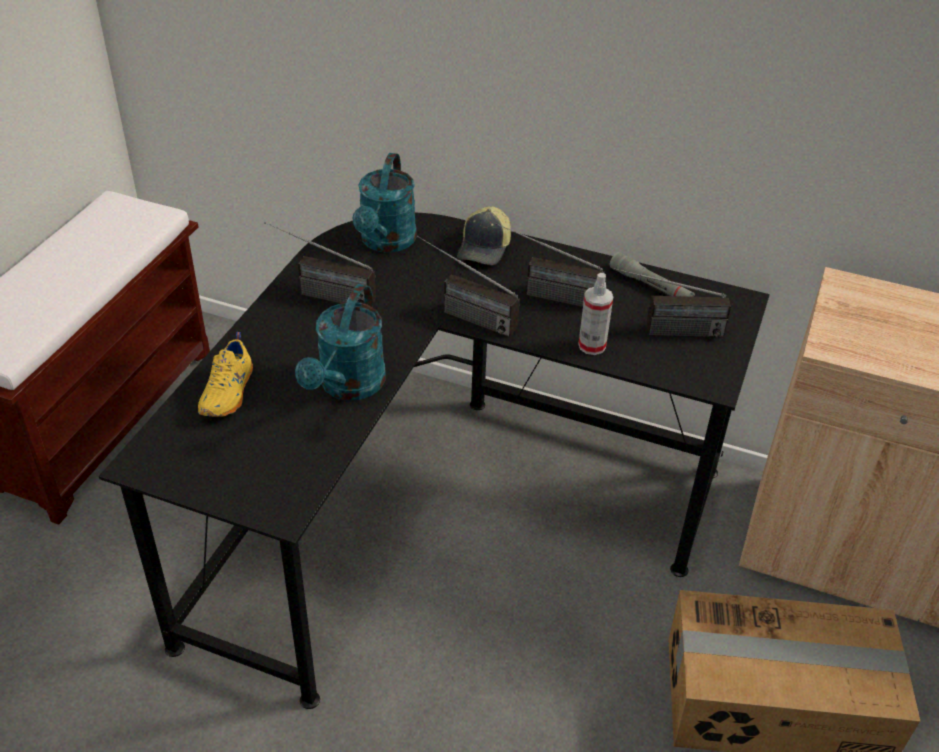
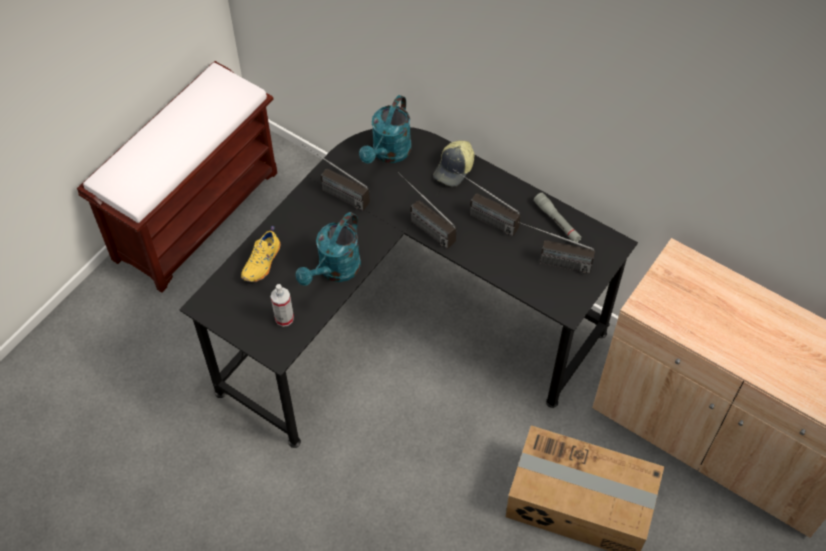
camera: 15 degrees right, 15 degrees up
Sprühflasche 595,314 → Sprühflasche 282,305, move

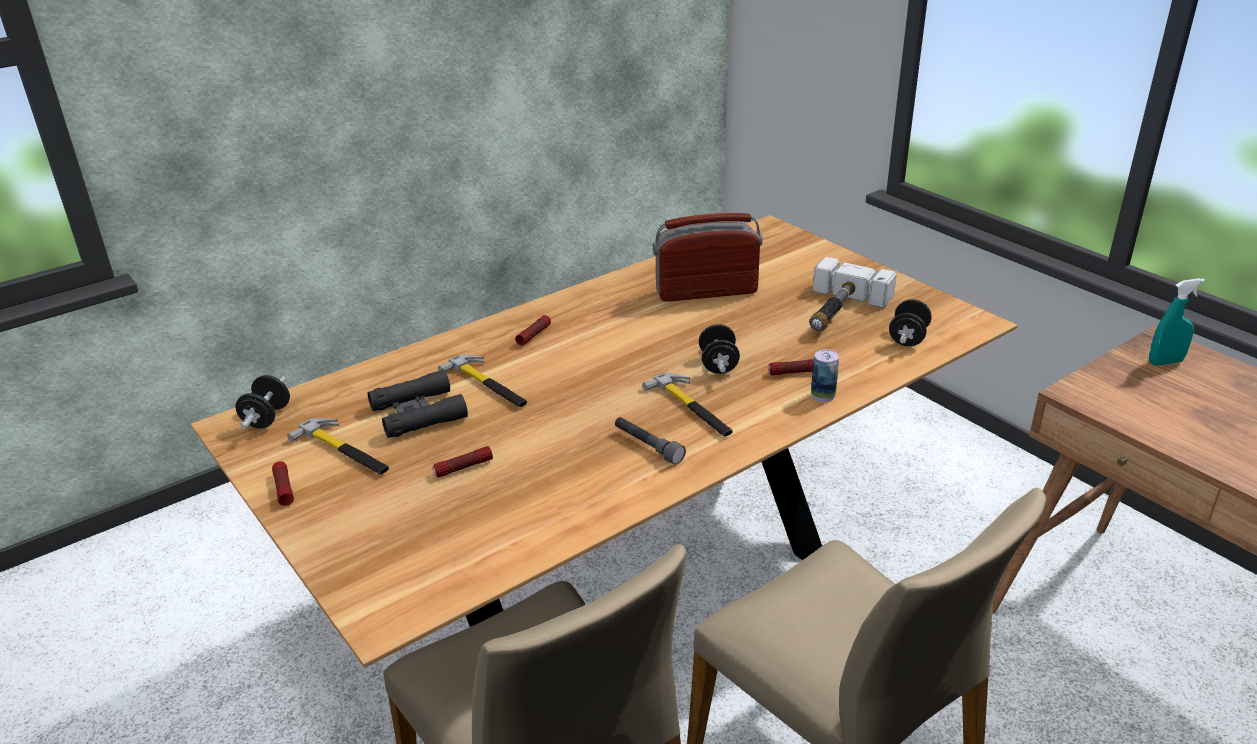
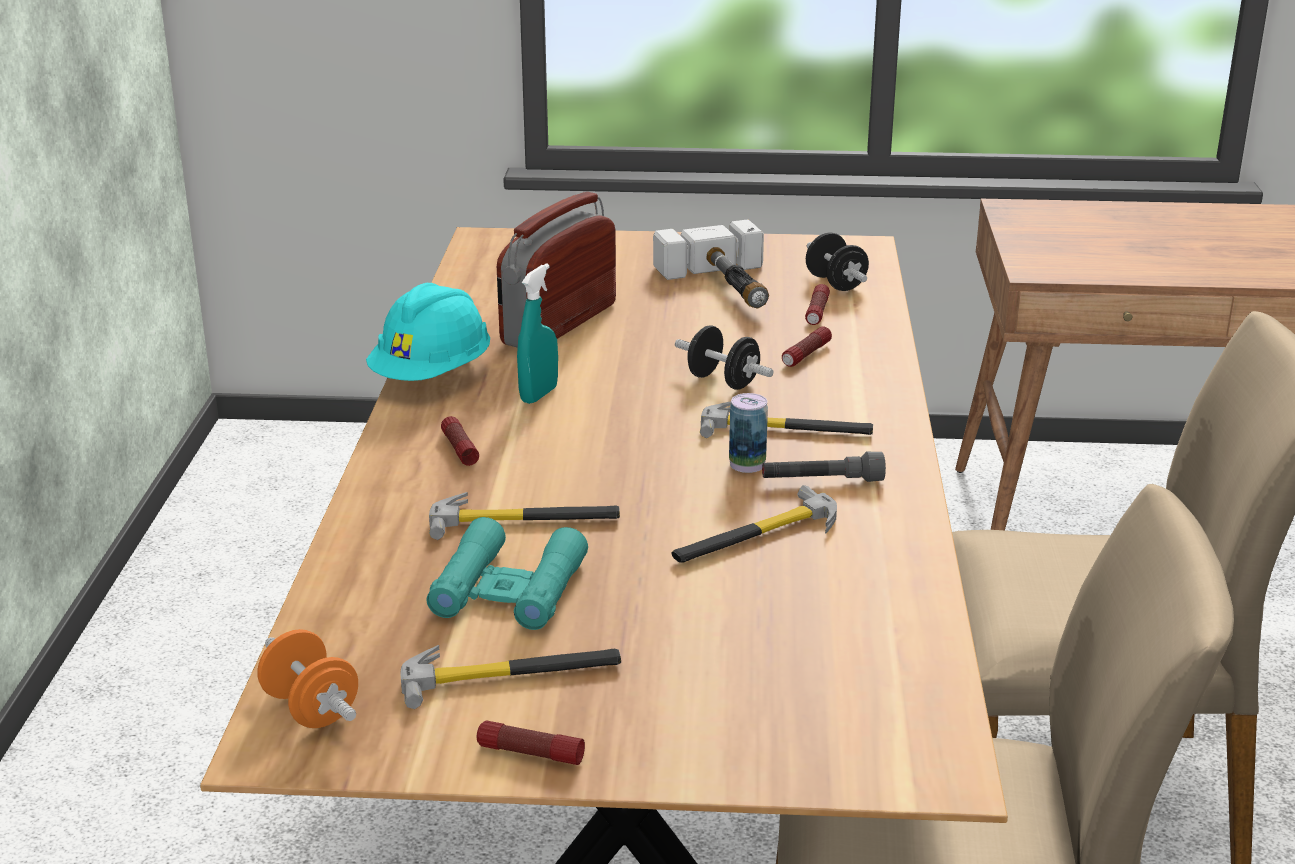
camera: 50 degrees left, 5 degrees down
- → Schutzhelm (türkis) 428,332
- → Hammer 754,524
Taschenlampe 463,462 → Taschenlampe 817,304, move
Dose 825,376 → Dose 748,433, move
Sprühflasche (türkis) 1177,321 → Sprühflasche (türkis) 537,333, move
Hantel (schwarz) 262,402 → Hantel (orange) 307,678
Fernglas (schwarz) 417,404 → Fernglas (türkis) 507,573

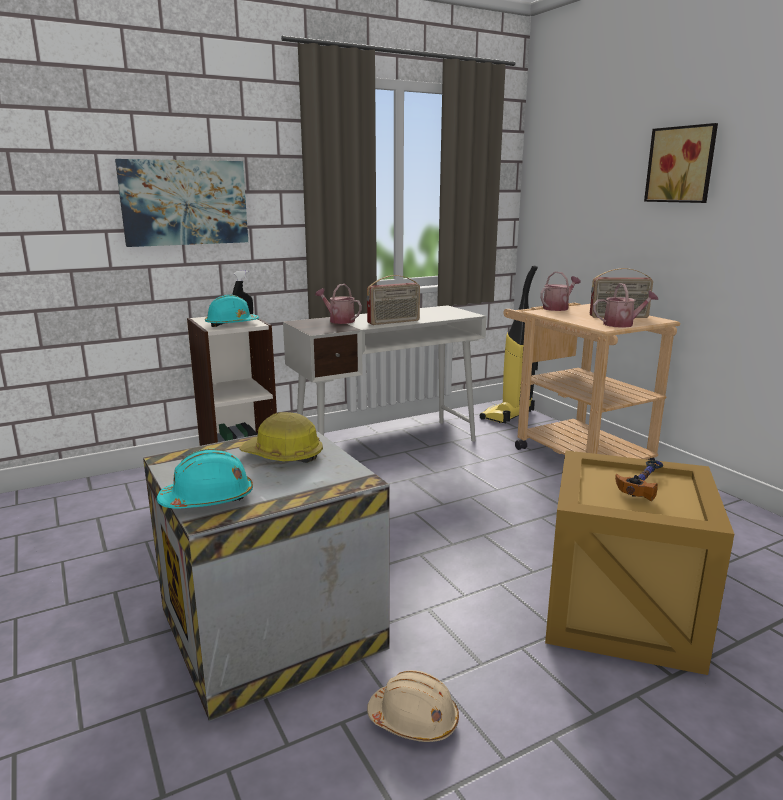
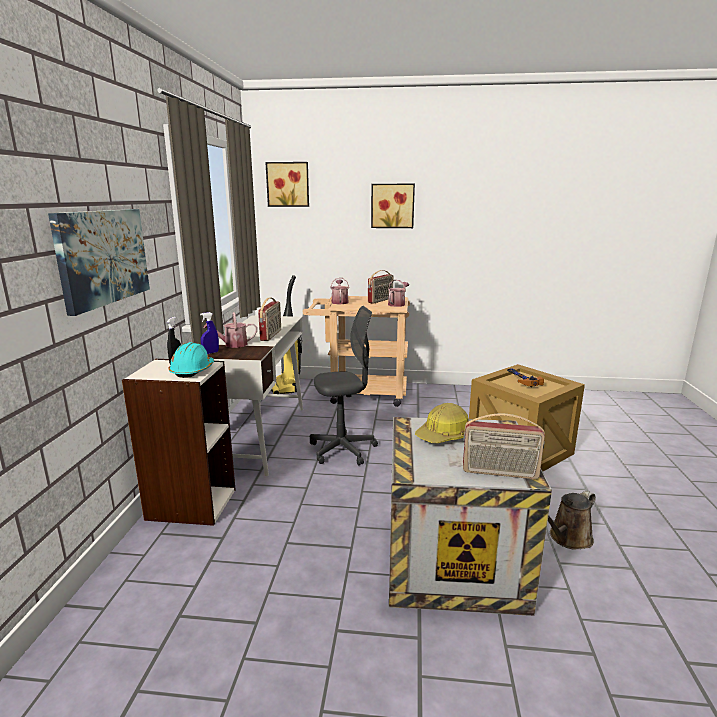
camera: 55 degrees left, 0 degrees up
- → Sprühflasche (blau) 209,333
- → Bild 287,184
- → Bürostuhl (grau) 344,385
Schutzhelm (türkis) 205,479 → Radio 504,446
Schutzhelm (beige) 413,706 → Gießkanne (braun) 572,520

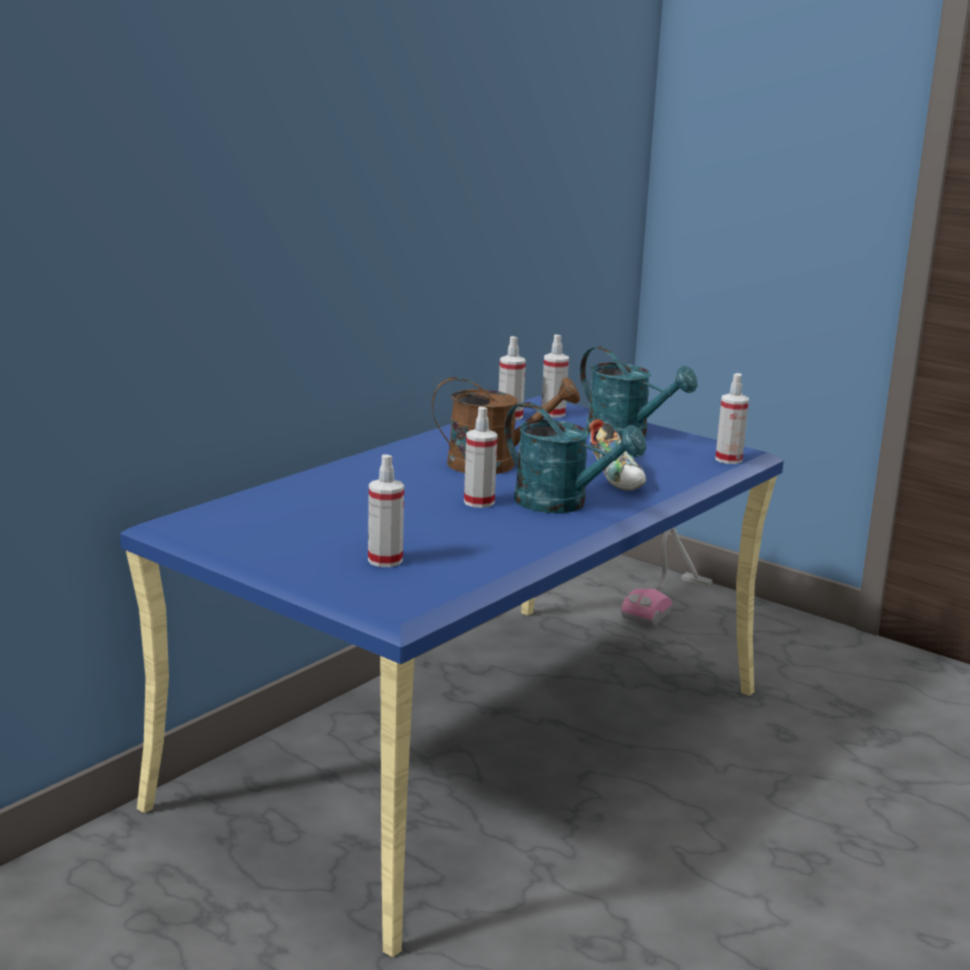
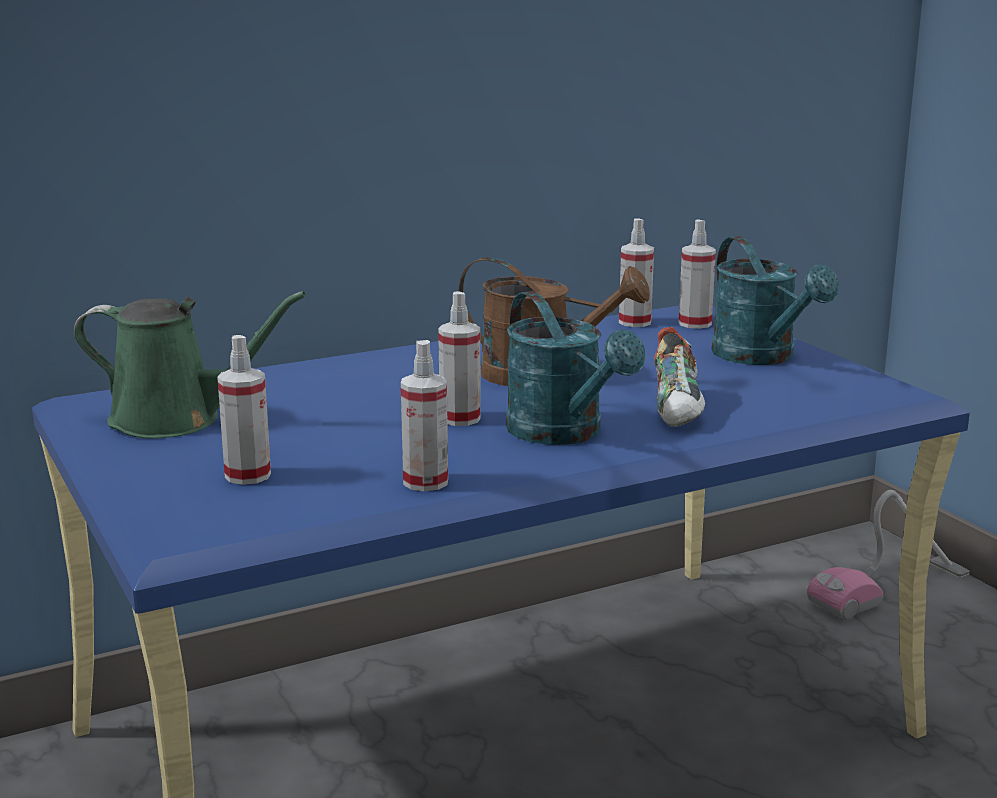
camera: 25 degrees right, 0 degrees up
- → Gießkanne (grün) 190,365
Sprühflasche 732,418 → Sprühflasche 424,415, move

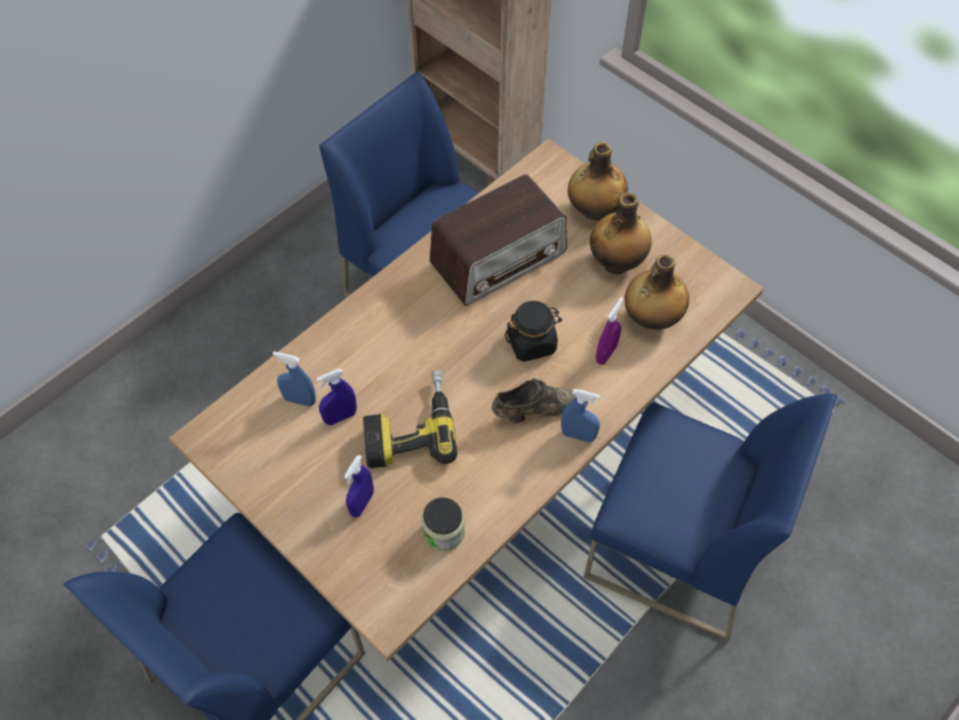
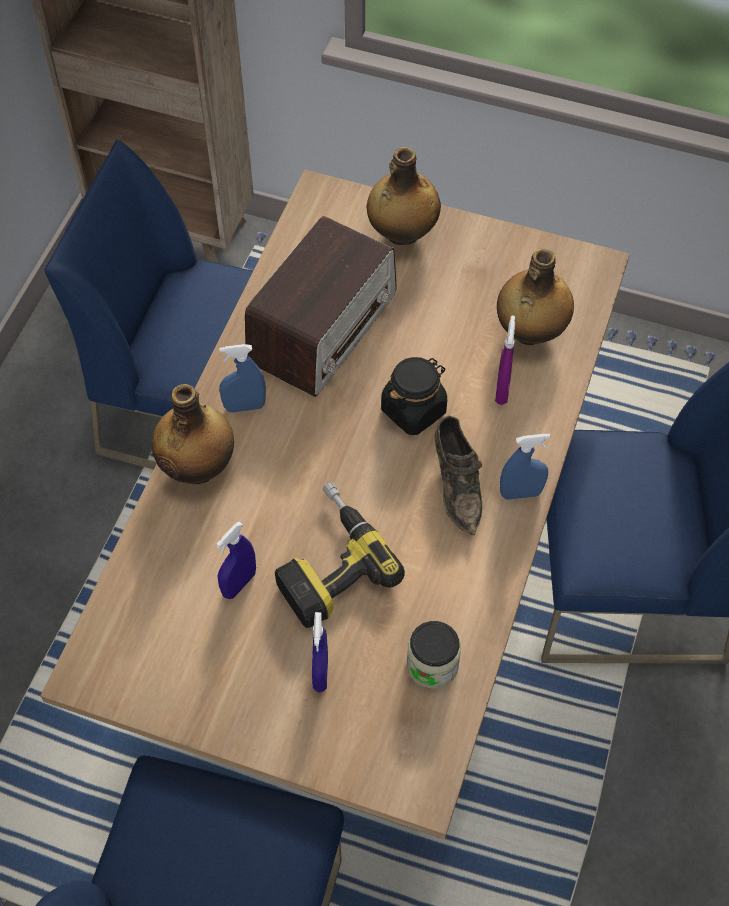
camera: 25 degrees left, 0 degrees up
Sprühflasche (blau) 294,379 → Sprühflasche (blau) 242,378, move
Flasche 621,233 → Flasche 193,434, move
Schuh (braun) 534,400 → Schuh (braun) 458,475, 120 degrees clockwise

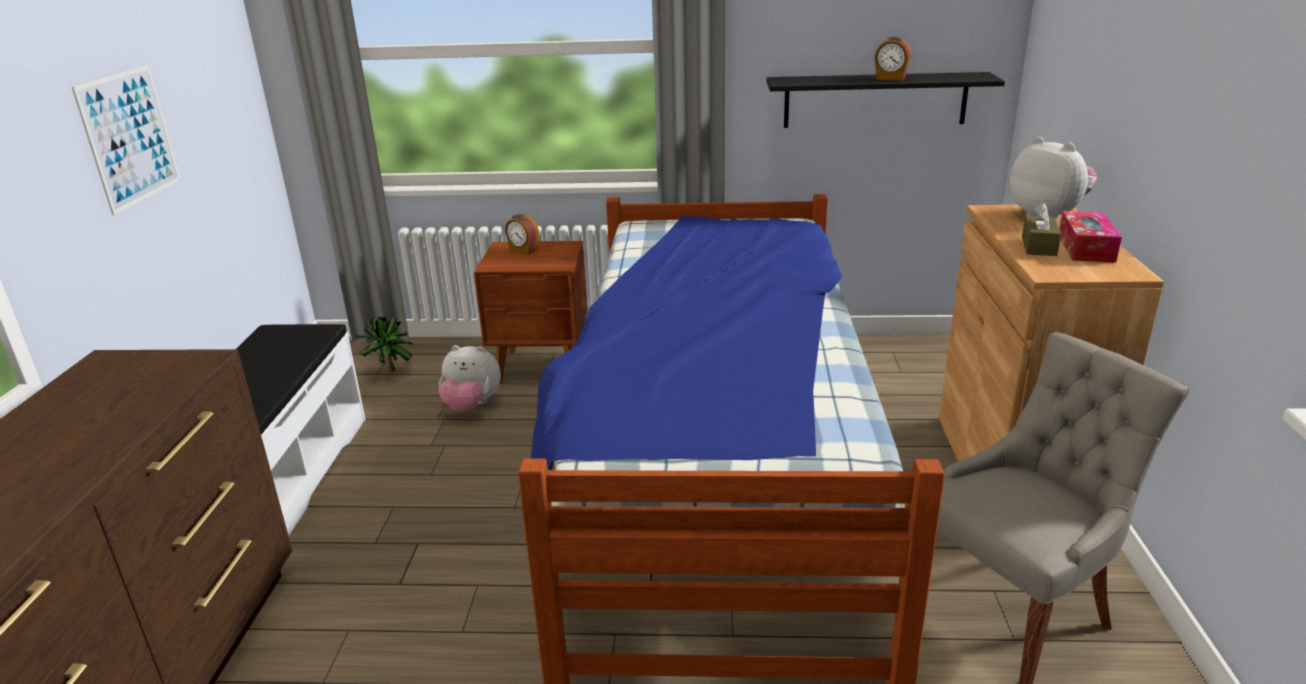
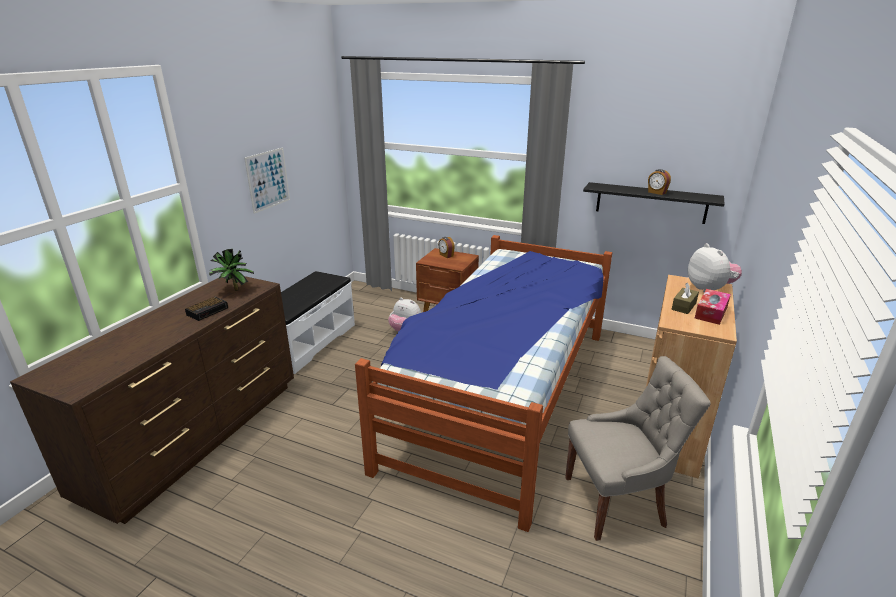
camera: 20 degrees right, 0 degrees up
- → Wecker 206,309
Topfpflanze 384,344 → Topfpflanze 231,270, move

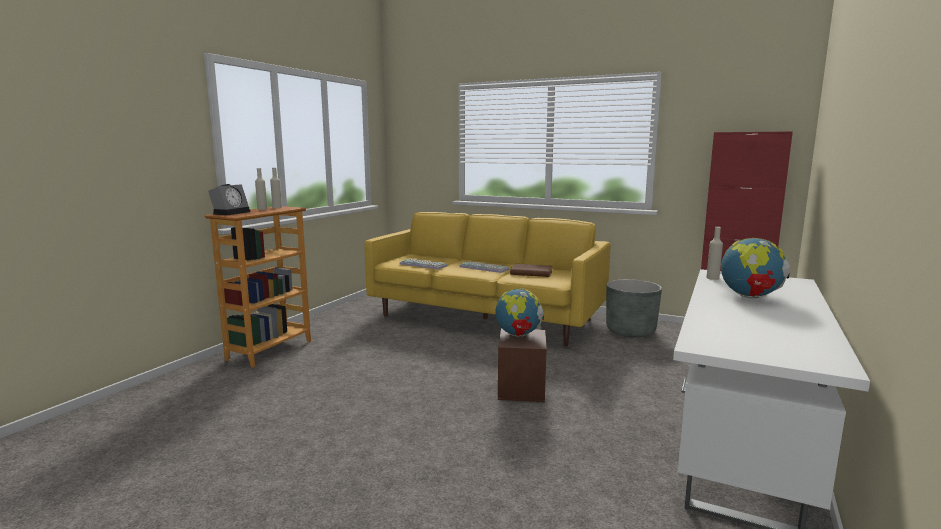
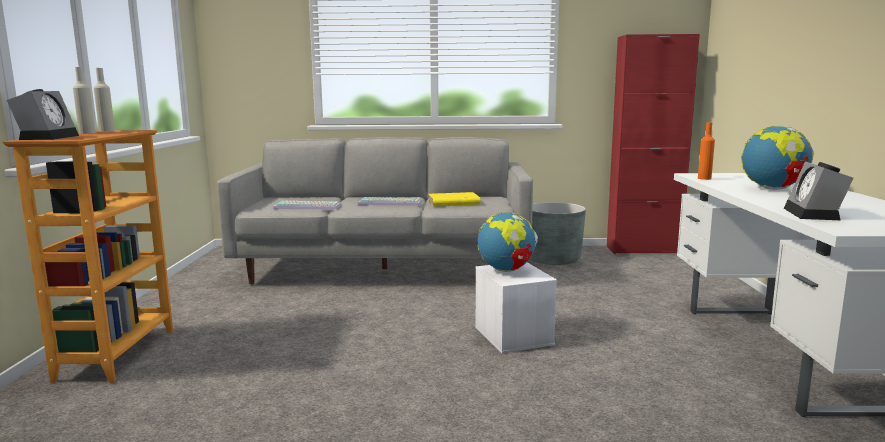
camera: 25 degrees left, 0 degrees up
- → Wecker 818,190
Sofa (gelb) 488,279 → Sofa (grau) 375,210
Aufbewahrungsbox (braun) 522,365 → Aufbewahrungsbox (weiß) 516,307
Buch (braun) 531,270 → Buch (gelb) 455,199
Flasche (beige) 714,253 → Flasche (orange) 706,151

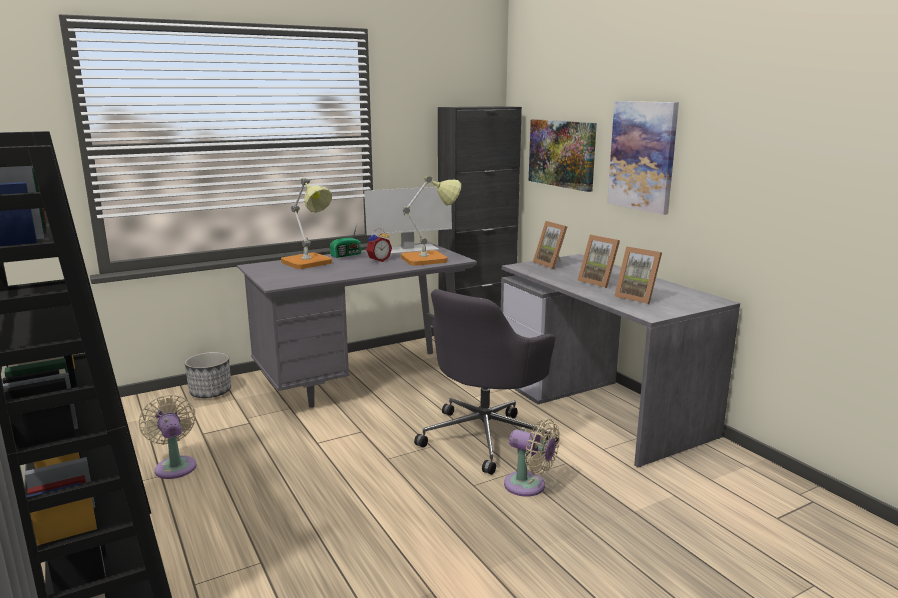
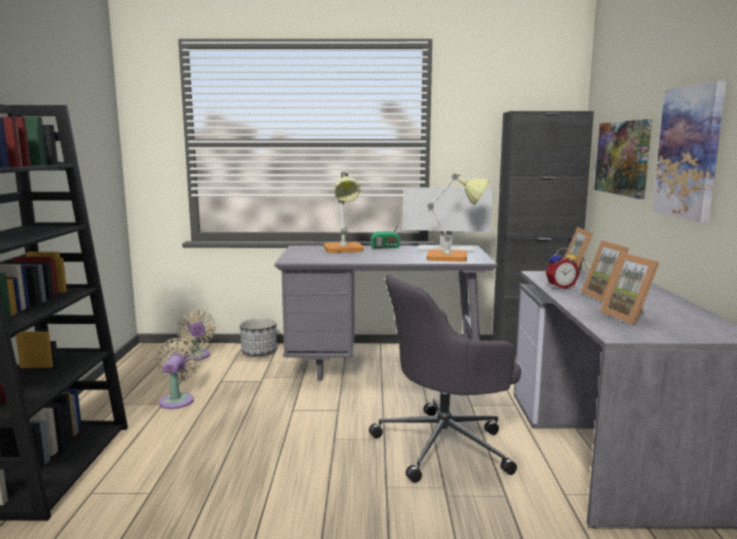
camera: 30 degrees right, 5 degrees down
Wecker 379,245 → Wecker 563,268, move
Ventilator (beige) 532,458 → Ventilator (beige) 196,335, move

